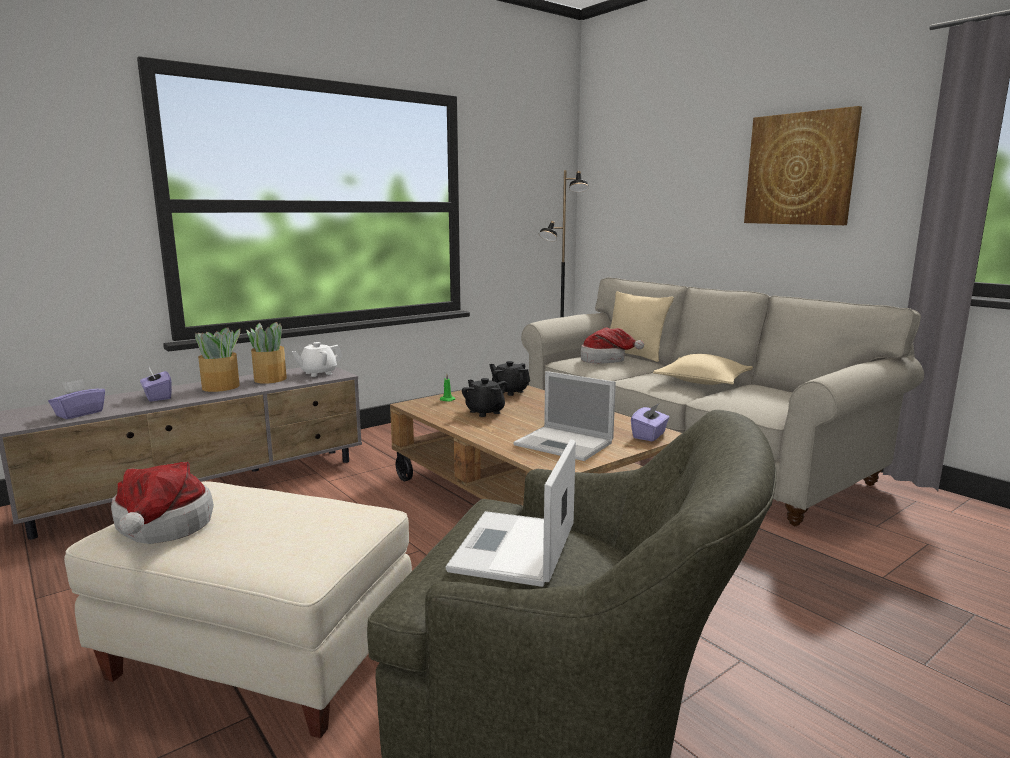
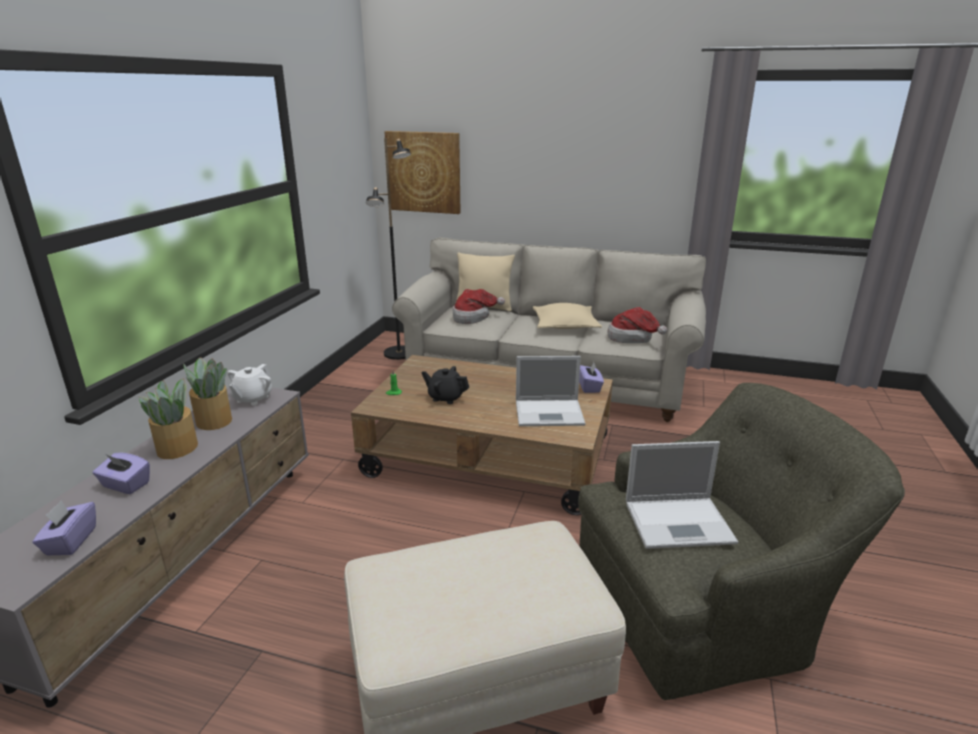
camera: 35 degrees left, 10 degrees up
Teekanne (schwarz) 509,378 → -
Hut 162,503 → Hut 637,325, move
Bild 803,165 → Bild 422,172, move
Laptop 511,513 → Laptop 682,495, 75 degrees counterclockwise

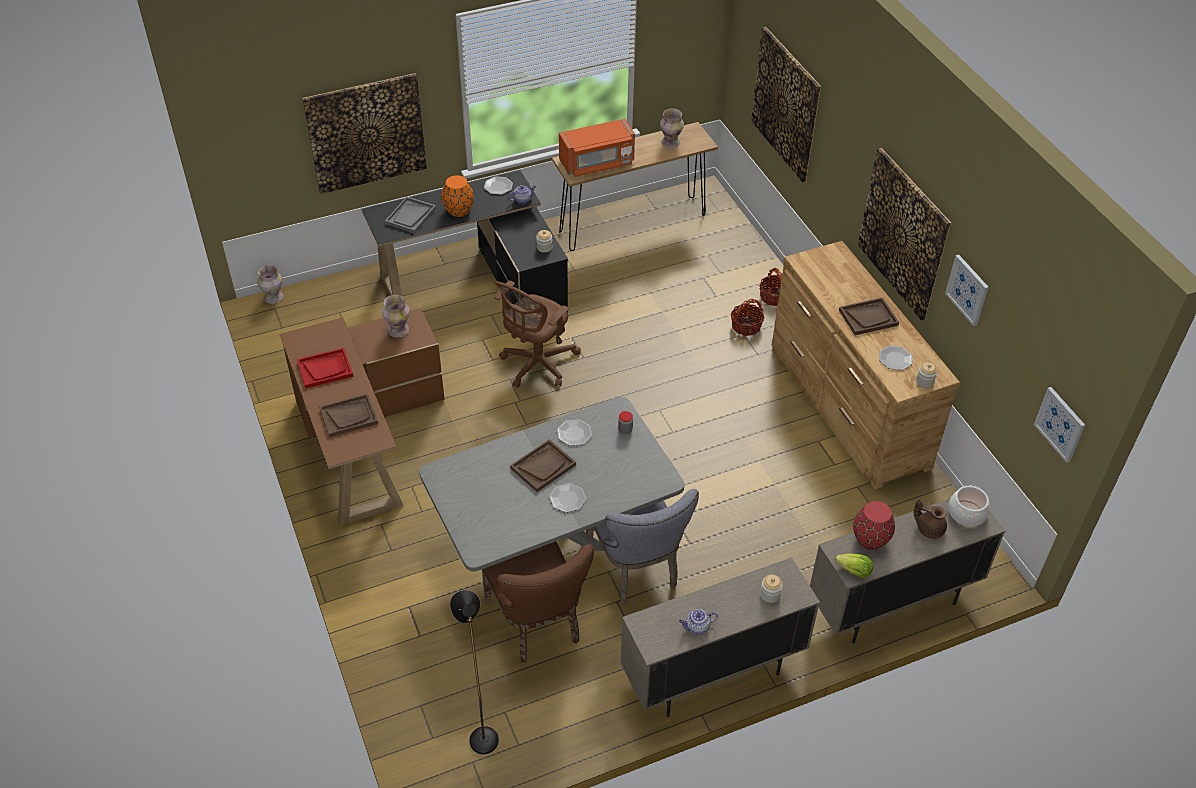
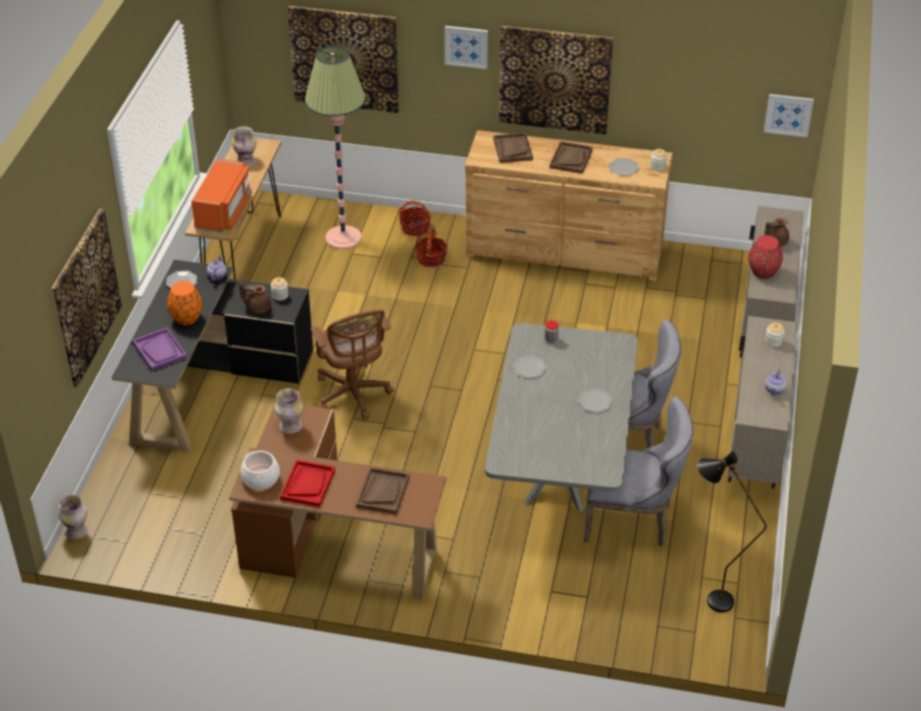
camera: 55 degrees left, 5 degrees down
Salatkopf 854,566 → -
- → Teekanne (braun) 255,298
- → Stehlampe 335,147
Tablett (braun) 543,465 → Tablett (braun) 513,148, move
Bild 967,290 → Bild 466,47, move
Kochtopf 969,505 → Kochtopf 260,470, move
Tablett (grau) 410,215 → Tablett (lila) 160,349
Stuhl (braun) 538,602 → Stuhl (grau) 638,472

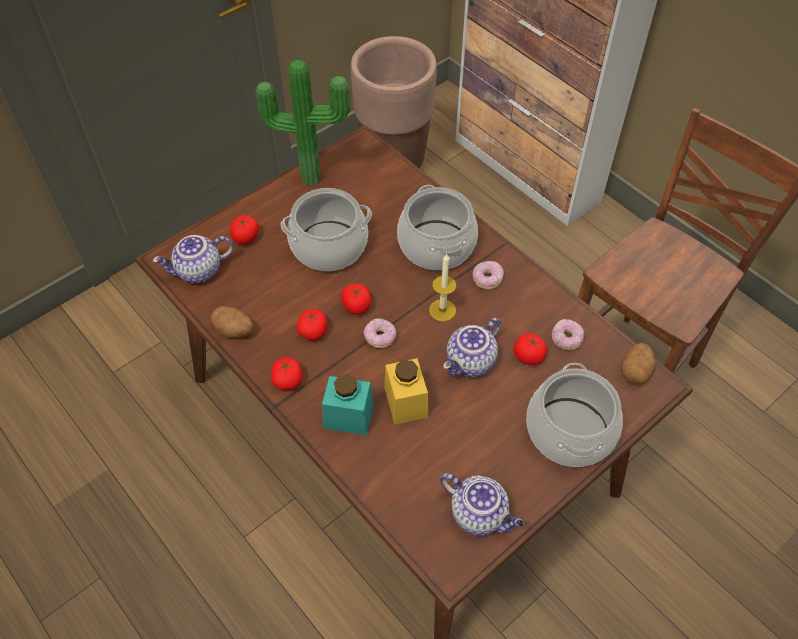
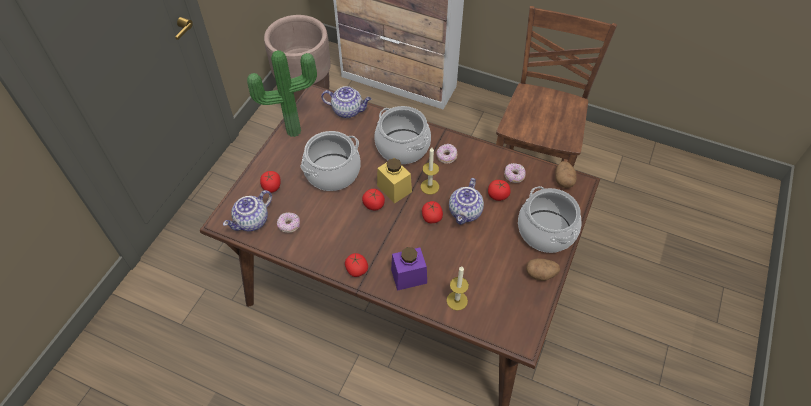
camera: 25 degrees left, 0 degrees up
- → Kerze 457,288
Kartoffel 232,322 → Kartoffel 543,269, move
Tomate 312,324 → Tomate 432,212, move
Donut 380,333 → Donut 288,222, move
Vorratsglas (gelb) 406,391 → Vorratsglas (gelb) 394,181, move
Teekanne 482,504 → Teekanne 346,102, move
Vorratsglas (türkis) 348,404 → Vorratsglas (lila) 409,269

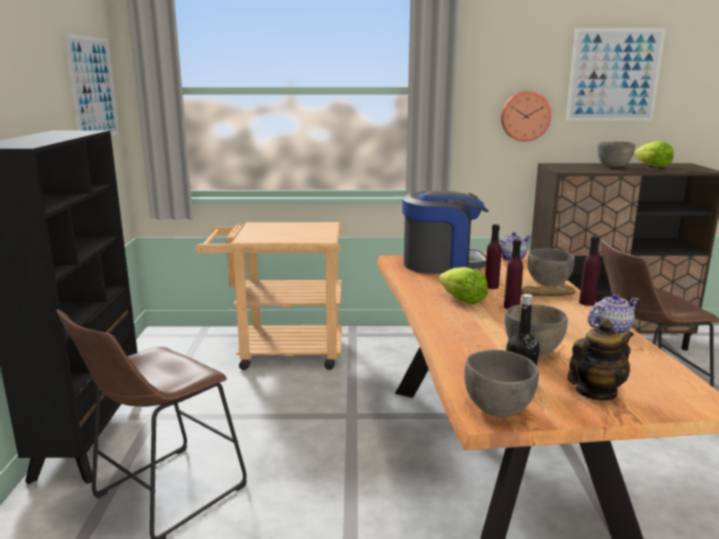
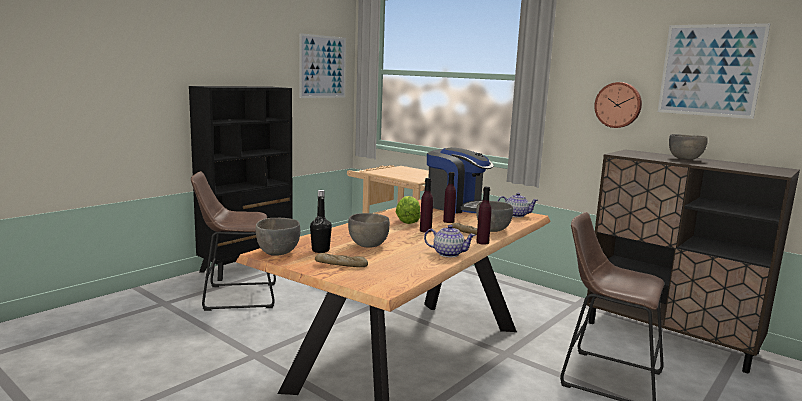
camera: 40 degrees right, 5 degrees down
Salatkopf 654,154 → -
Teekanne 600,359 → Brot 341,260

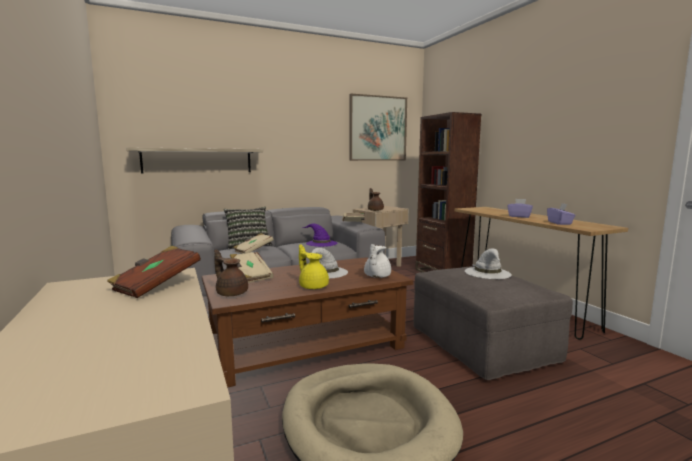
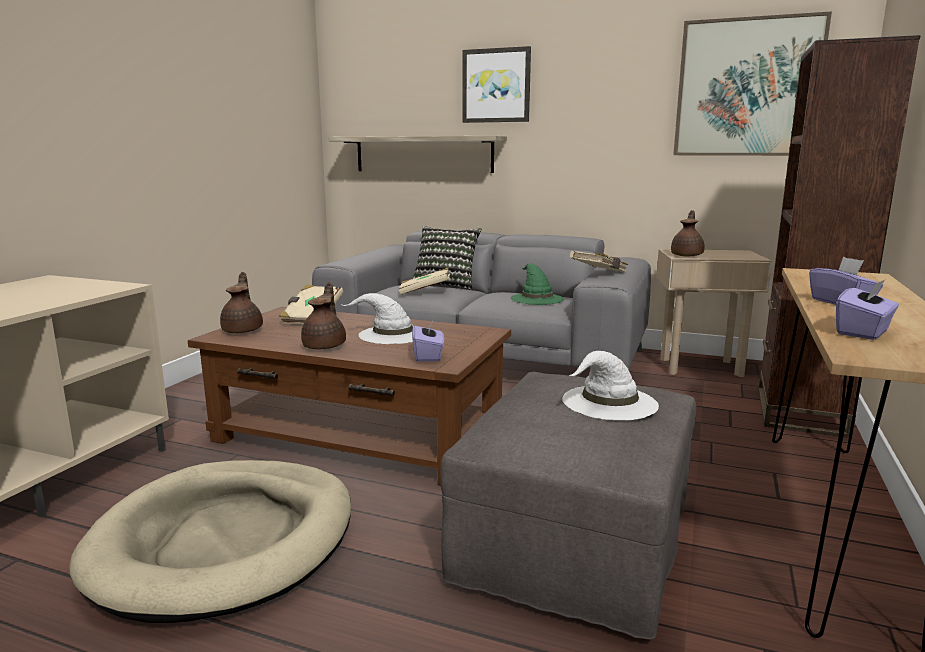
camera: 45 degrees right, 5 degrees up
Buch (braun) 154,272 → -
- → Bild 497,84
Teekanne (weiß) 377,261 → Taschentuchbox (lila) 428,341
Teekanne (gelb) 314,266 → Teekanne (braun) 323,316
Hut (lila) 320,235 → Hut (grün) 537,284

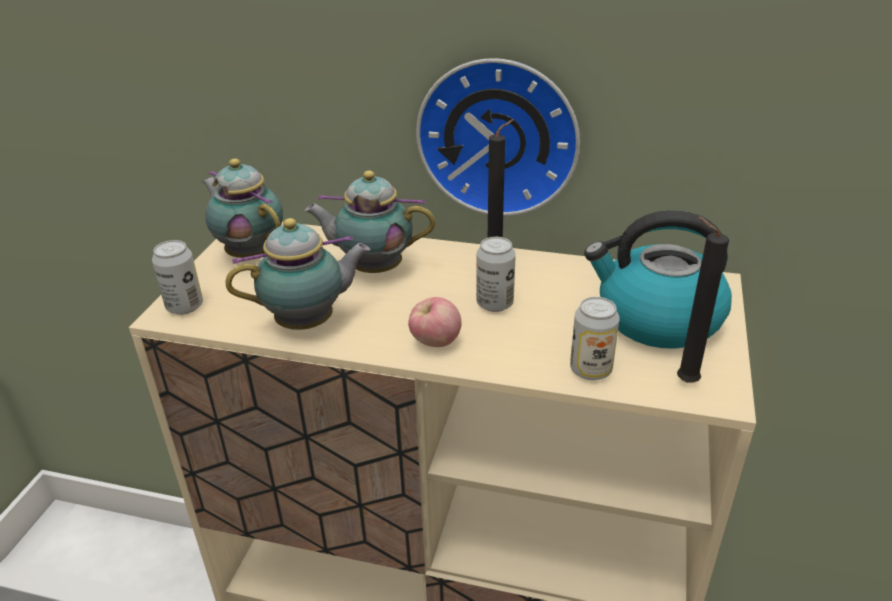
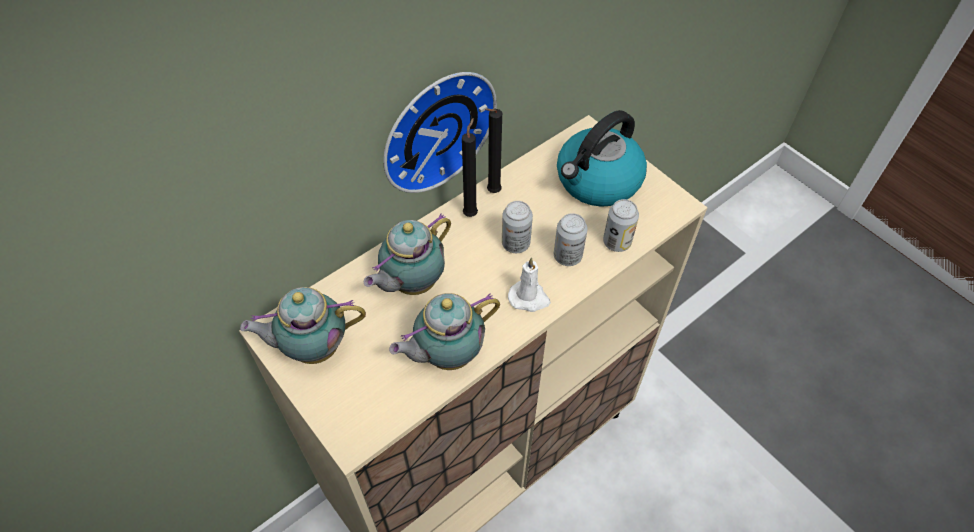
camera: 55 degrees left, 20 degrees up
Dose 177,277 → Dose 571,239, move
Kerze (schwarz) 703,300 → Kerze (schwarz) 493,150, move
Apfel 435,322 → Kerze (weiß) 529,284
Teekanne 297,274 → Teekanne 444,331, 135 degrees counterclockwise

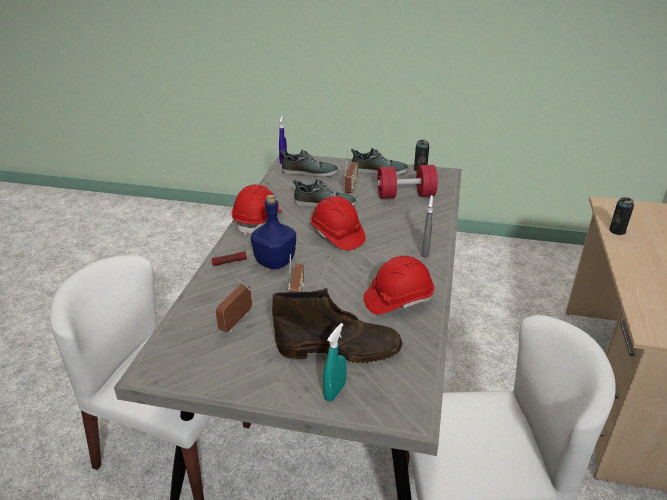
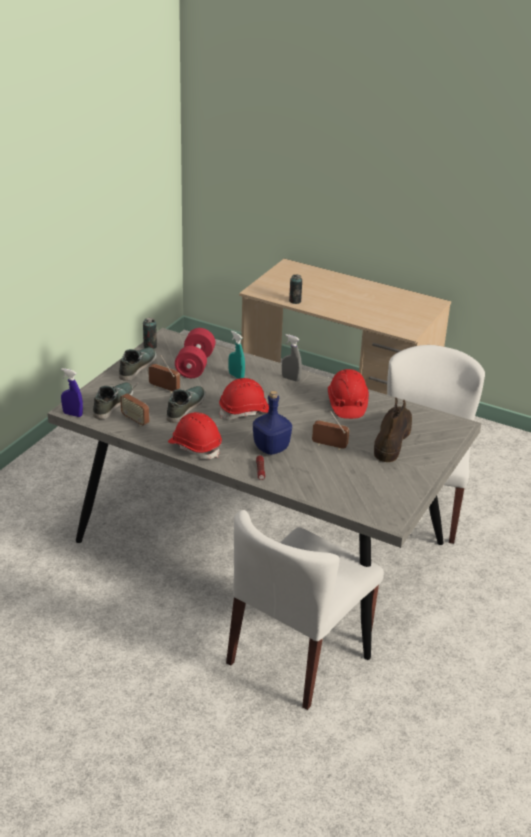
camera: 75 degrees left, 0 degrees up
Radio 234,304 → Radio 134,404, move
Sprühflasche (türkis) 335,362 → Sprühflasche (türkis) 236,355, move

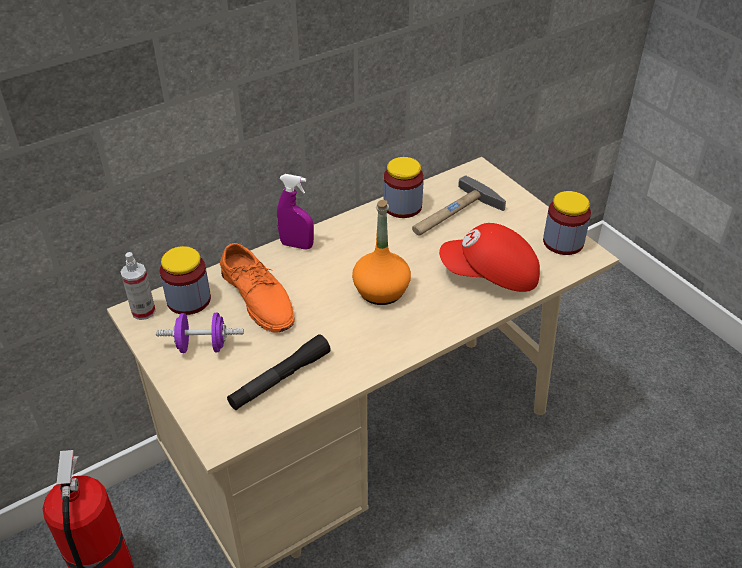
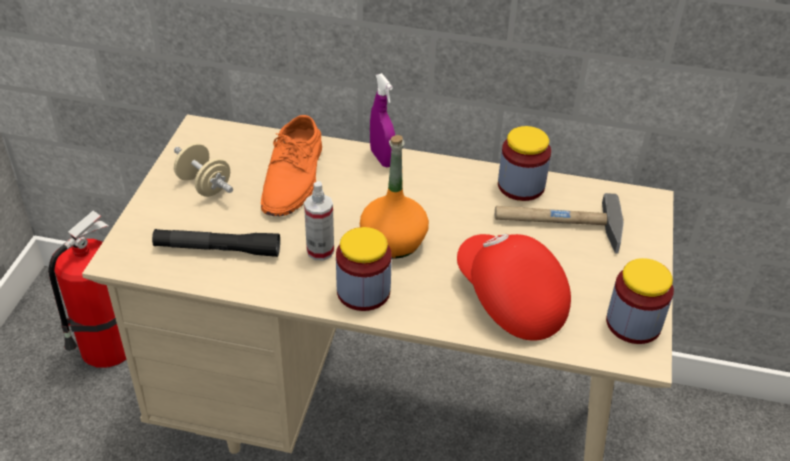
camera: 45 degrees right, 0 degrees up
Sprühflasche 138,286 → Sprühflasche 319,221, move
Vorratsglas 185,280 → Vorratsglas 364,269, move
Hantel (lila) 200,332 → Hantel (beige) 203,170

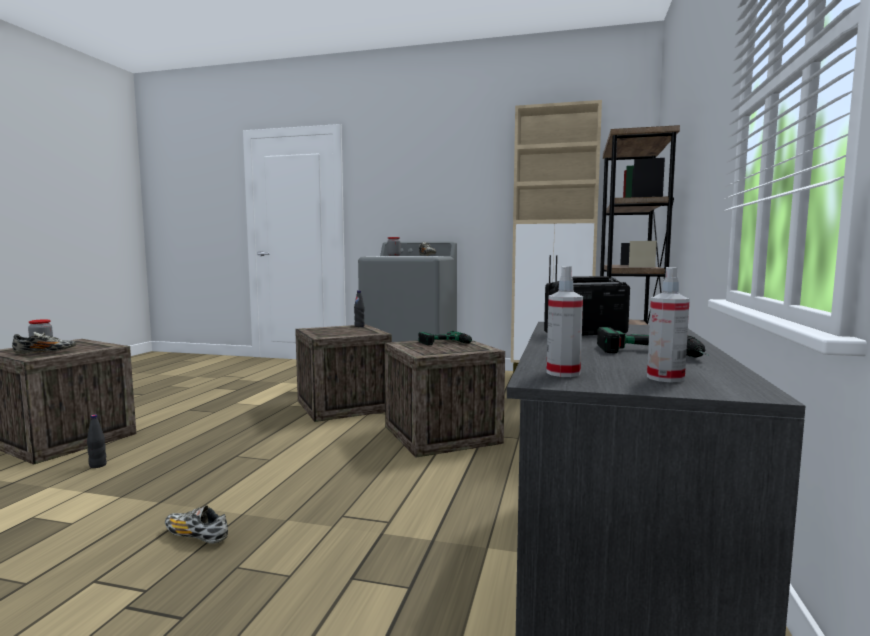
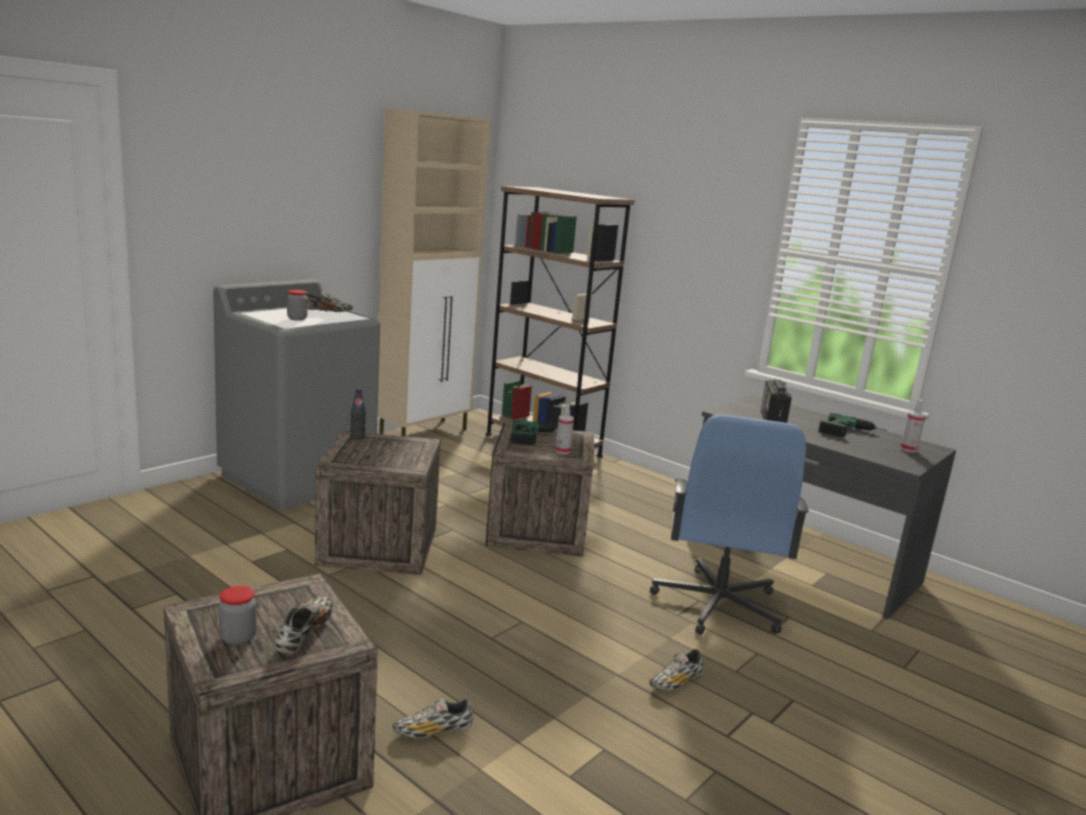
camera: 65 degrees left, 10 degrees up
- → Bürostuhl (blau) 729,524
Sprühflasche 564,321 → Sprühflasche 565,429, move
Flasche (schwarz) 97,441 → Schuh 433,718

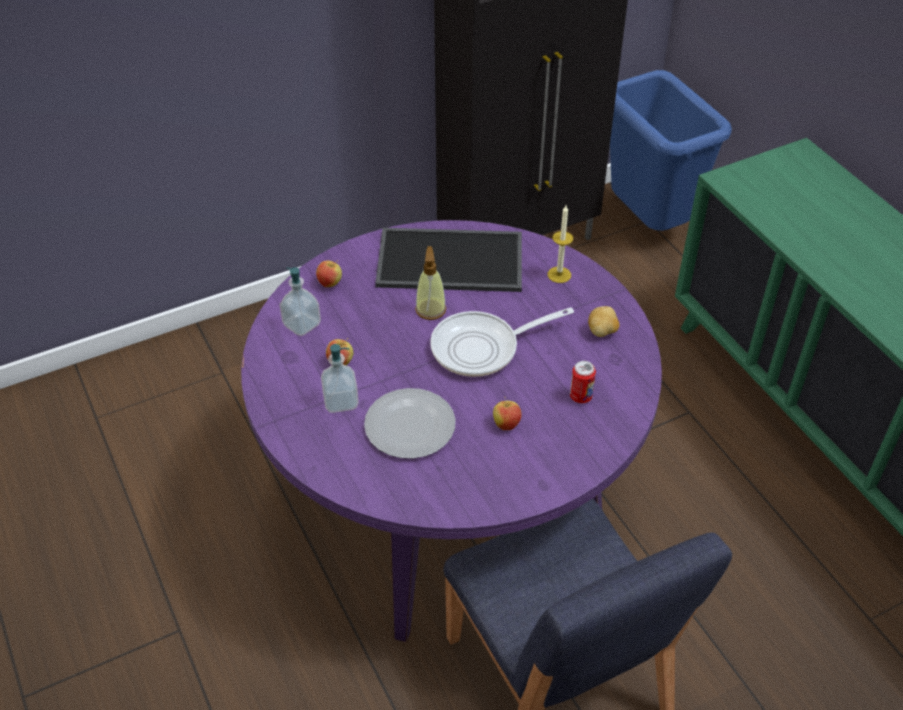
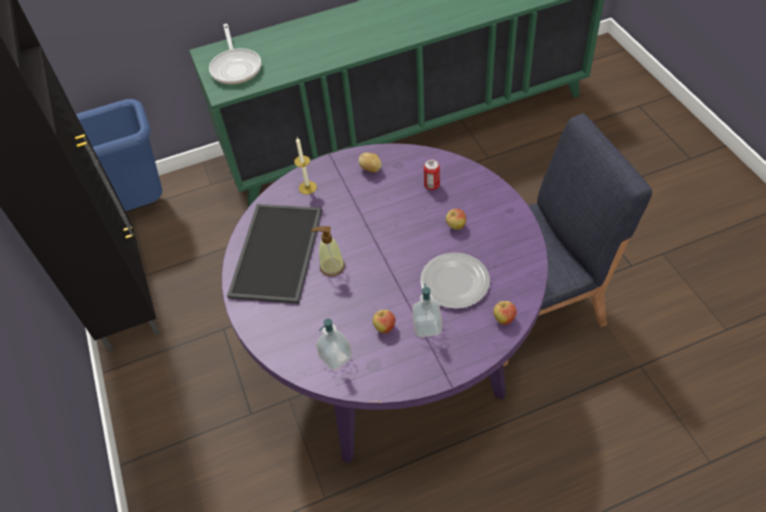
camera: 80 degrees left, 5 degrees up
Apfel 329,273 → Apfel 505,312, move
Pfanne 502,342 → Pfanne 235,54, move

